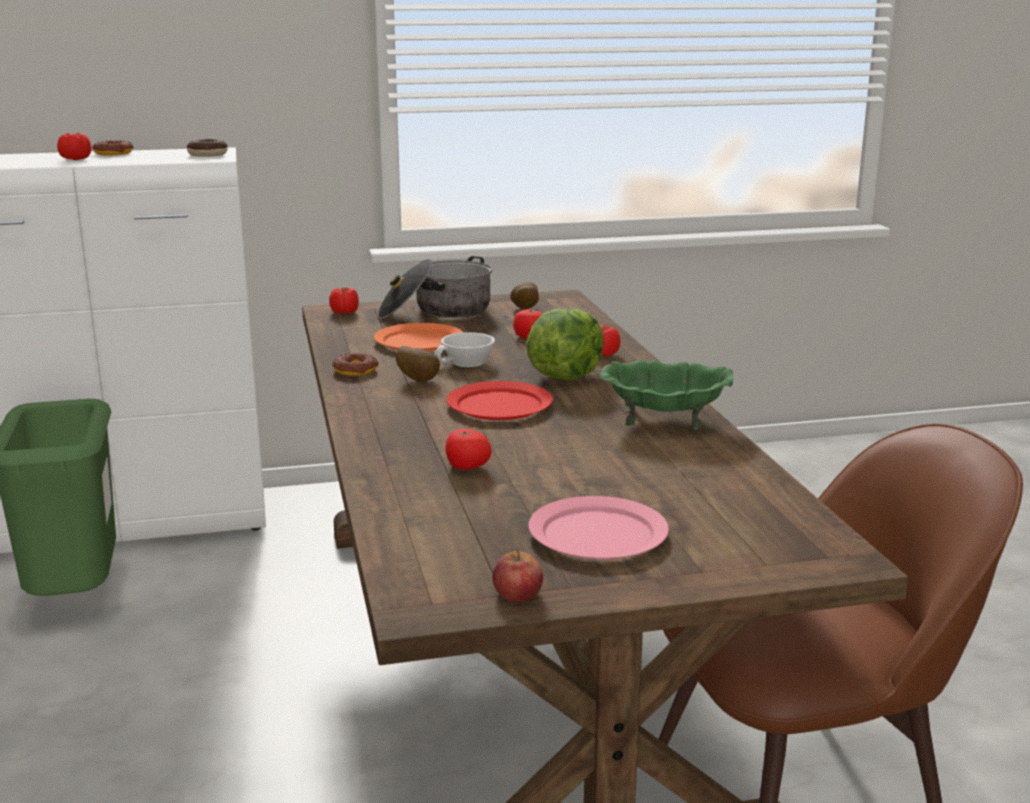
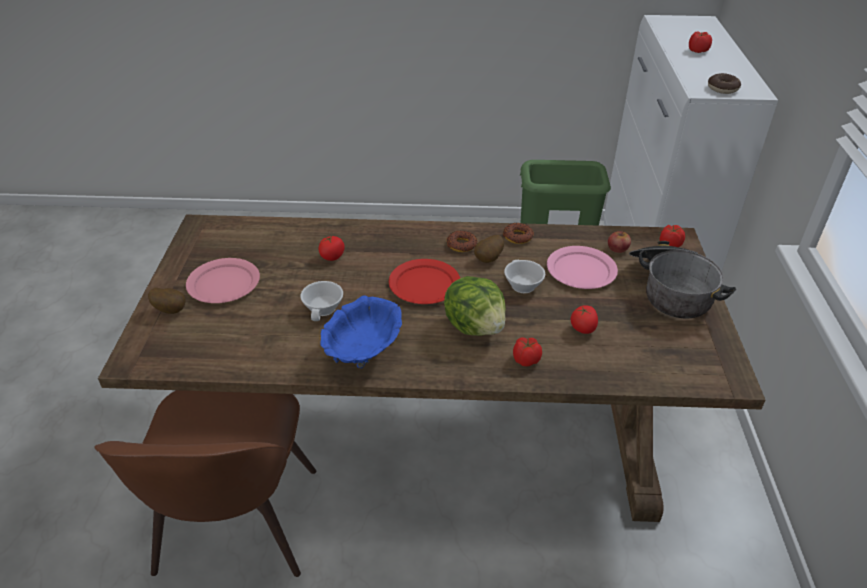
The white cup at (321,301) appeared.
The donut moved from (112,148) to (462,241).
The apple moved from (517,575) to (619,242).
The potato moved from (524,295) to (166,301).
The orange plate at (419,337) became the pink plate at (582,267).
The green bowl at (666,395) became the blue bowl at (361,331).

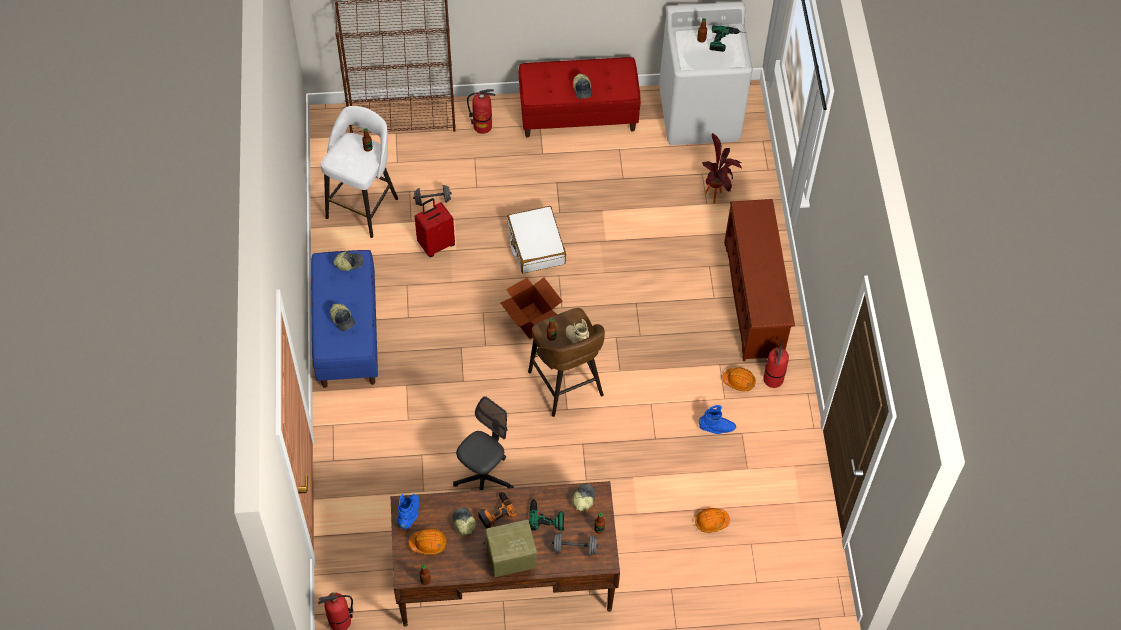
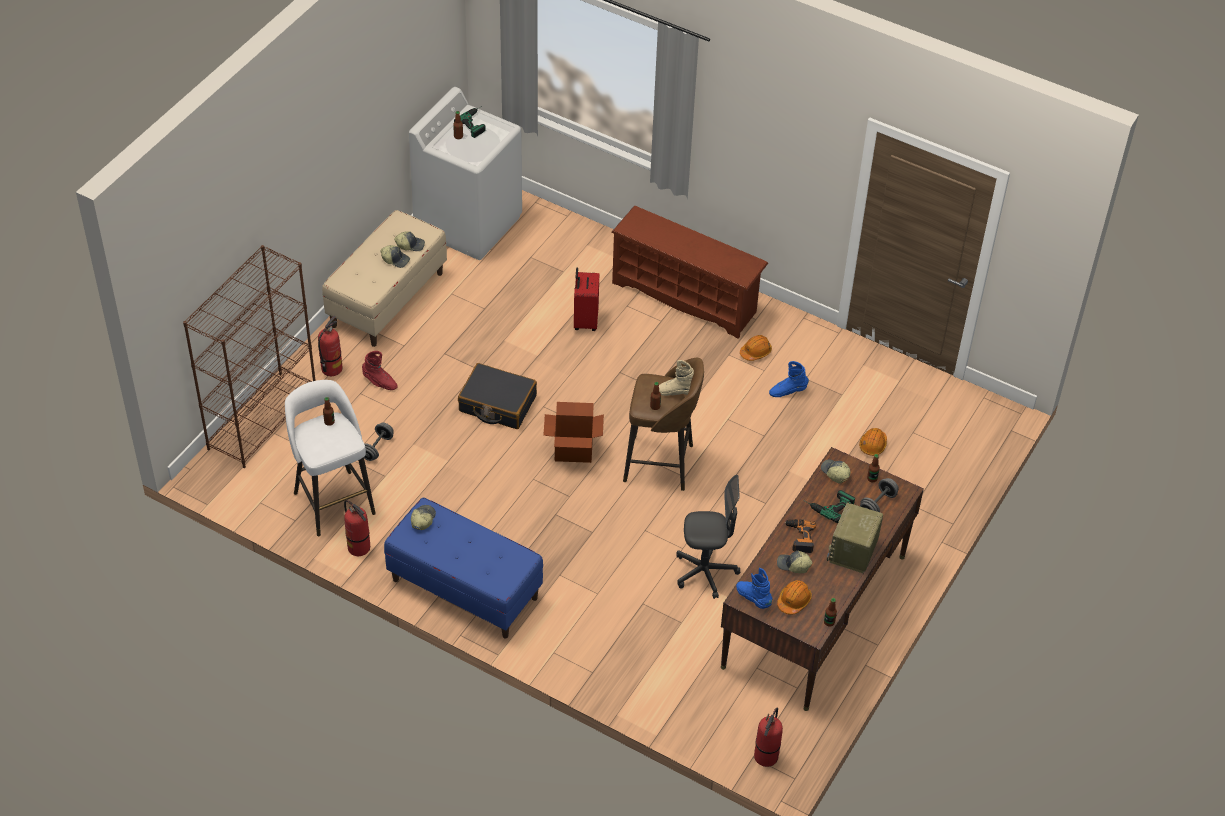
The potted plant at (721,168) disappeared.
The red boot at (380,370) appeared.
The cap moved from (342,317) to (409,241).
The red suitcase moved from (435,227) to (586,299).
The fire extinguisher moved from (776,364) to (357,528).
The white suitcase at (536,240) became the black suitcase at (497,396).
The red bench at (580,97) became the beige bench at (384,278).
The grey office chair at (483,443) turned 105 degrees clockwise.
The blue boot at (717,419) turned 135 degrees counterclockwise.

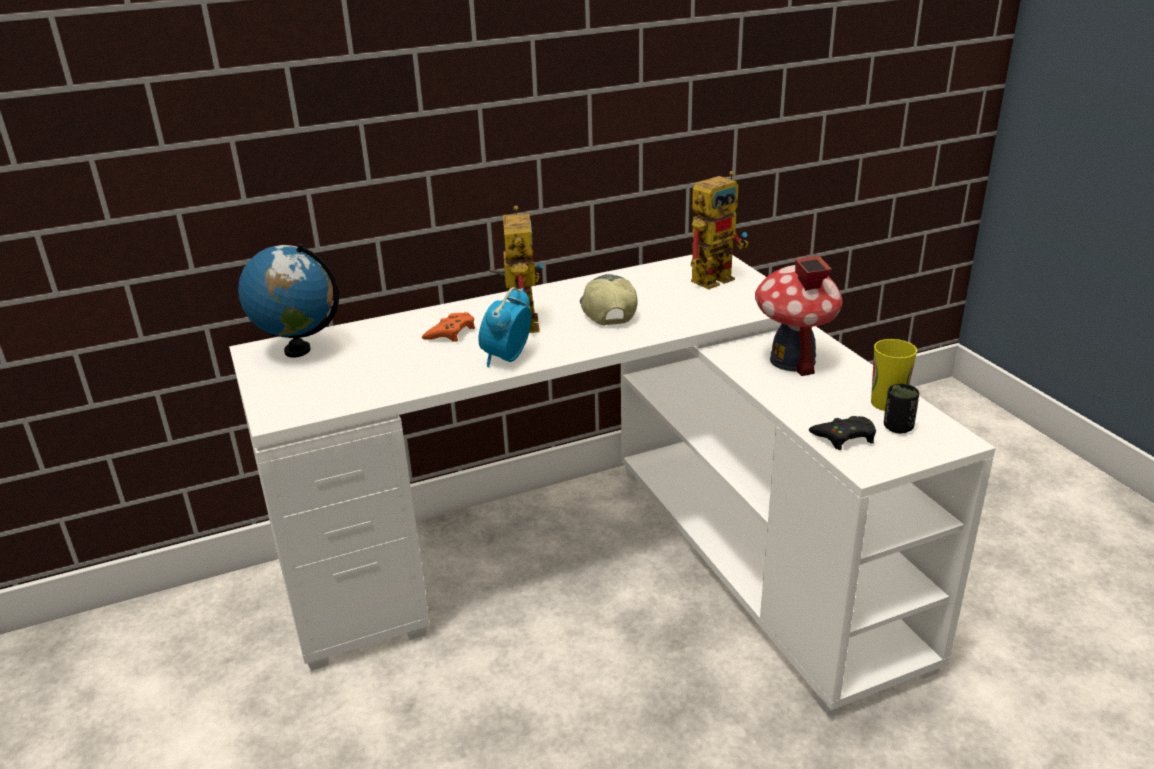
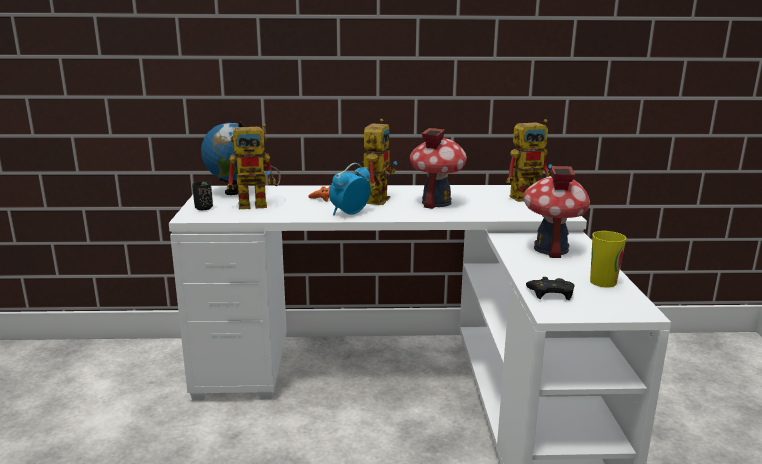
The toy robot at (254,166) appeared.
The black cup moved from (902,409) to (202,195).
The cap at (609,299) was replaced by the toy house at (438,168).

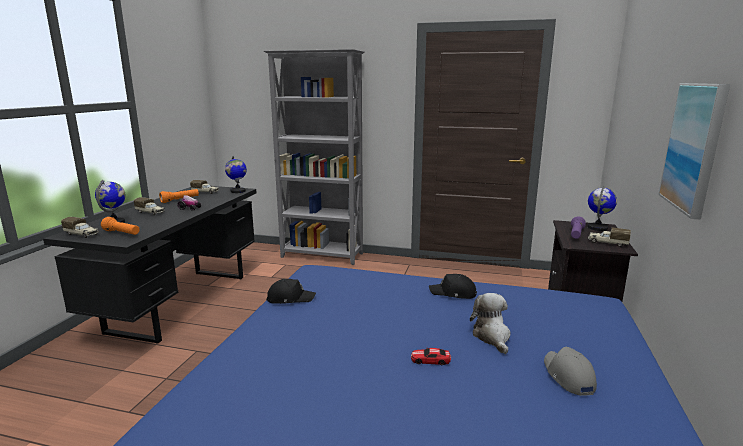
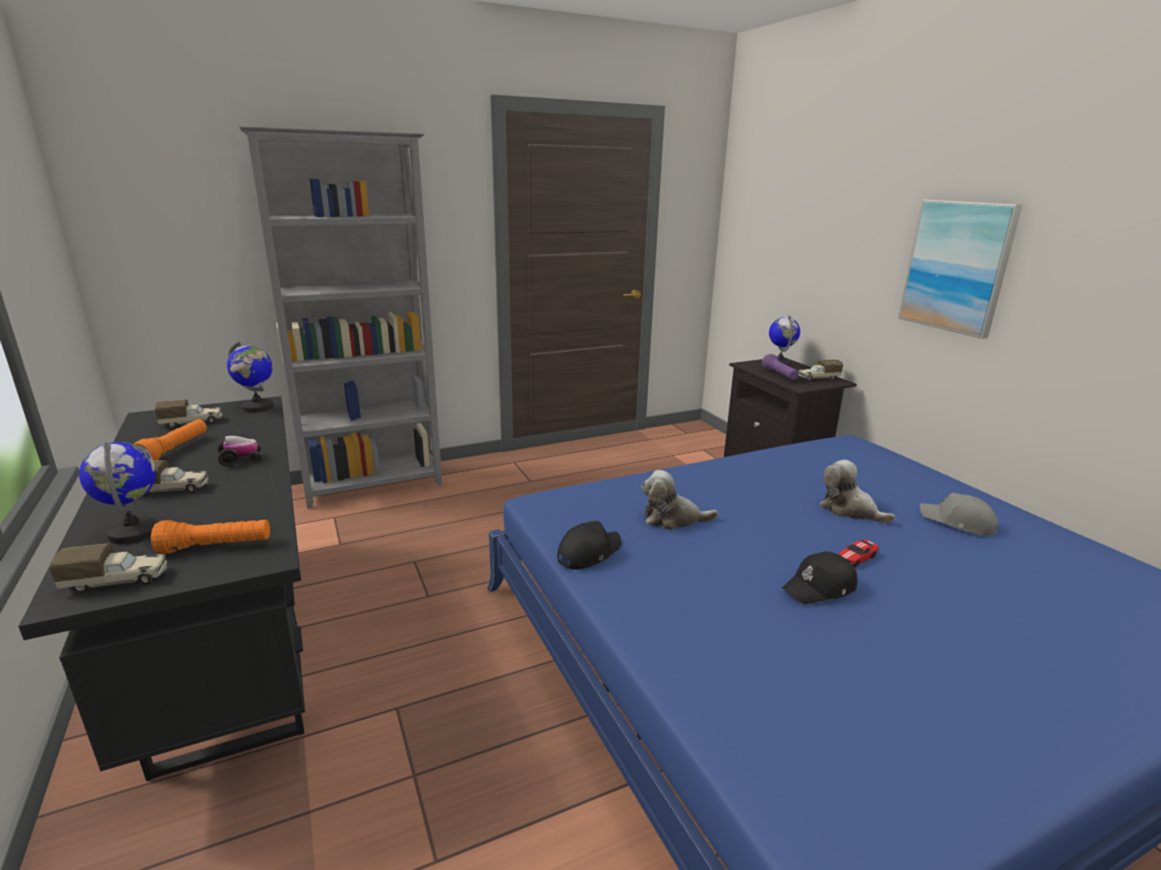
The plush toy at (679,500) appeared.
The black cap moved from (453,286) to (820,577).

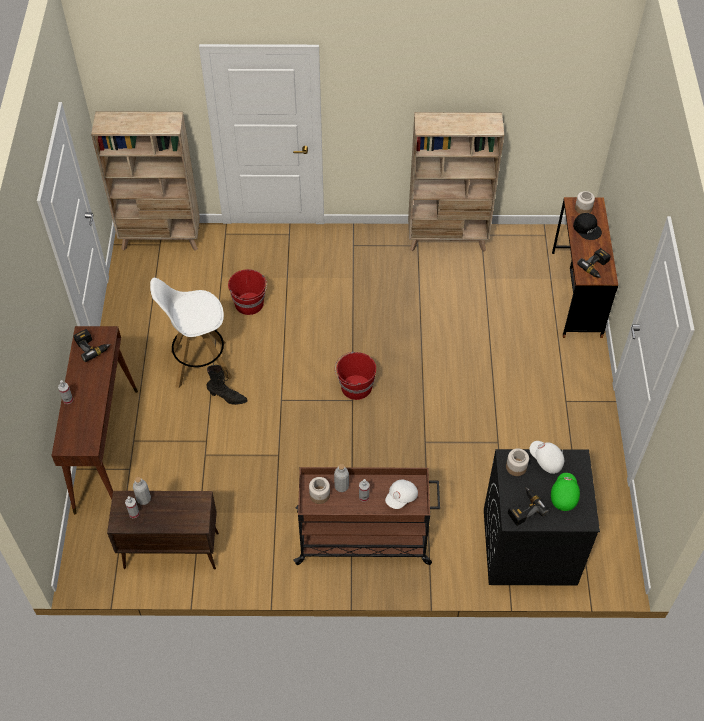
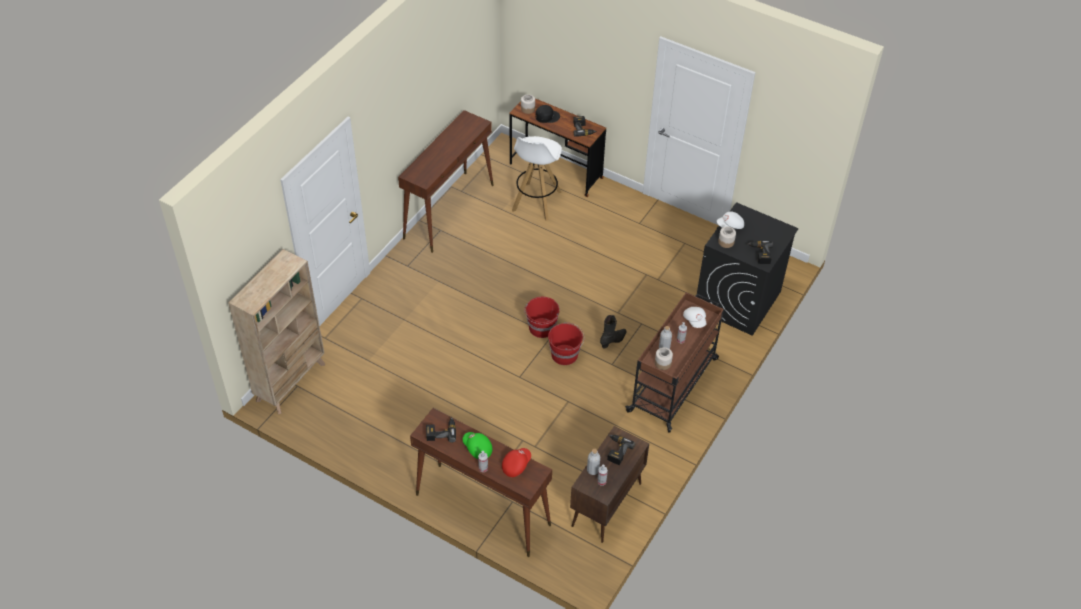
The red cap at (516,462) appeared.
The power drill at (621,450) appeared.
The white stool moved from (191,333) to (537,178).
The black boot moved from (227,385) to (613,332).
The red bucket moved from (247,292) to (566,343).
The green cap moved from (565,492) to (477,445).
The beige bookcase at (456,182) was replaced by the brown console table at (446,181).

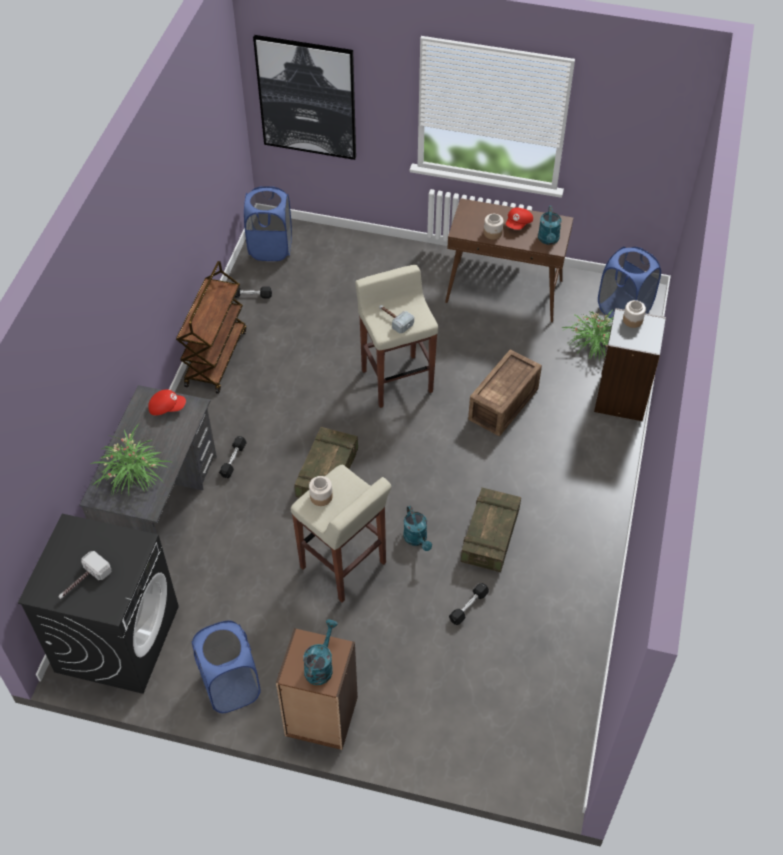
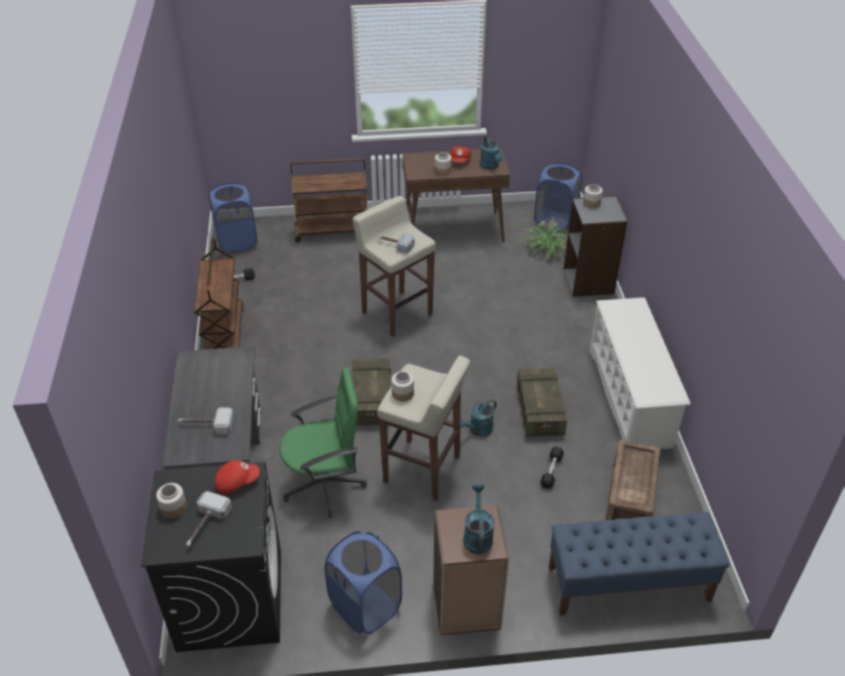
The black dumbbell at (233,457) disappeared.
The picture at (304,97) disappeared.
The jar at (171,500) appeared.
The green office chair at (323,442) appeared.
The brown cart at (329,200) appeared.
The blue bench at (639,564) appeared.
The white shoe rack at (639,373) appeared.
The red cap moved from (167,402) to (237,477).
The crate moved from (505,392) to (633,480).
The potted plant at (130,459) was replaced by the hammer at (206,420).
The turquoise watering can at (417,528) turned 90 degrees clockwise.

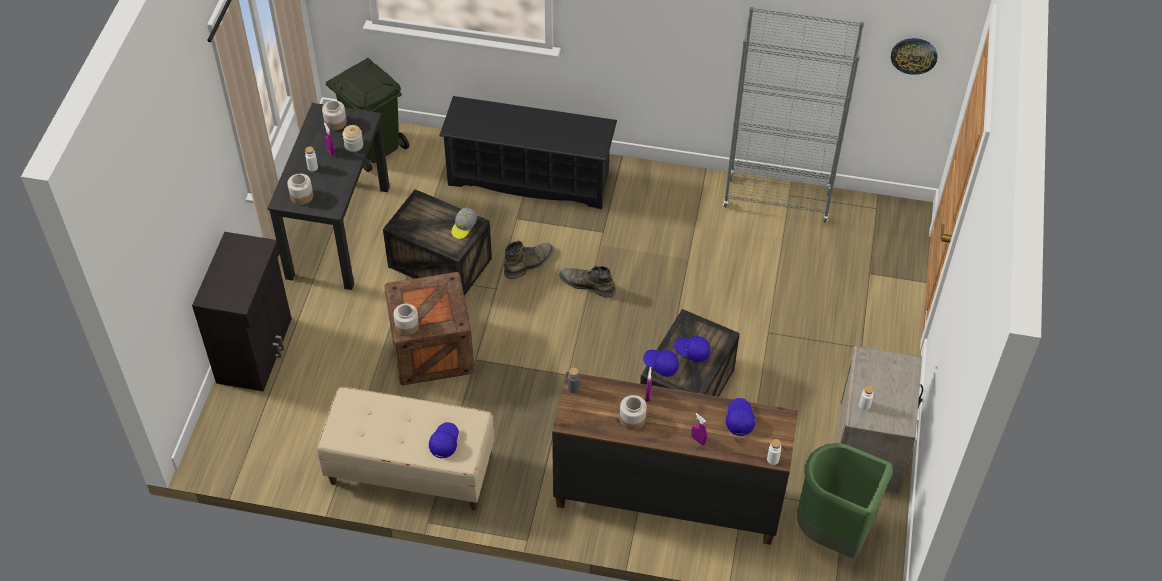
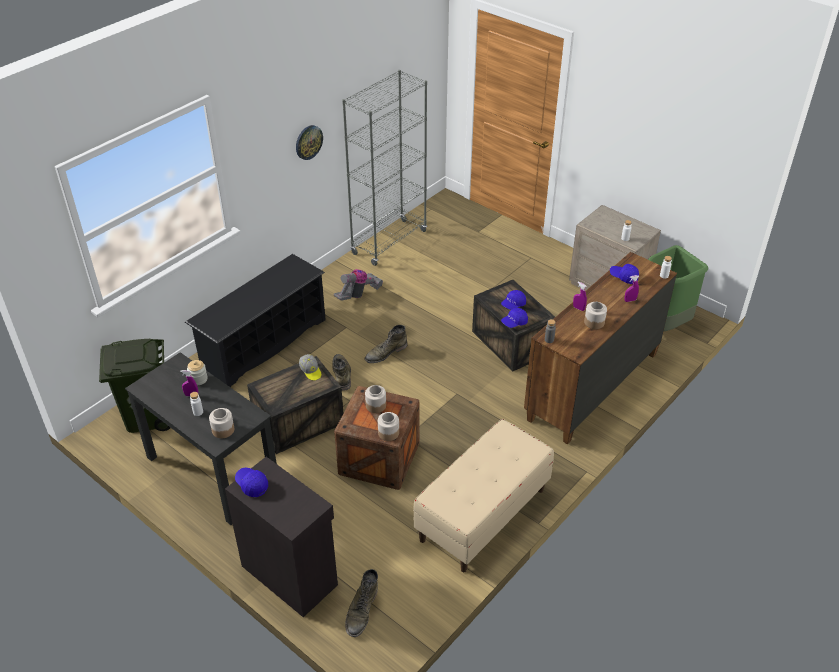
The vacuum cleaner at (358,285) appeared.
The green boot at (361,603) appeared.
The jar moved from (334,115) to (375,399).
The blue cap moved from (444,440) to (251,482).
The wall clock moved from (914,56) to (309,142).

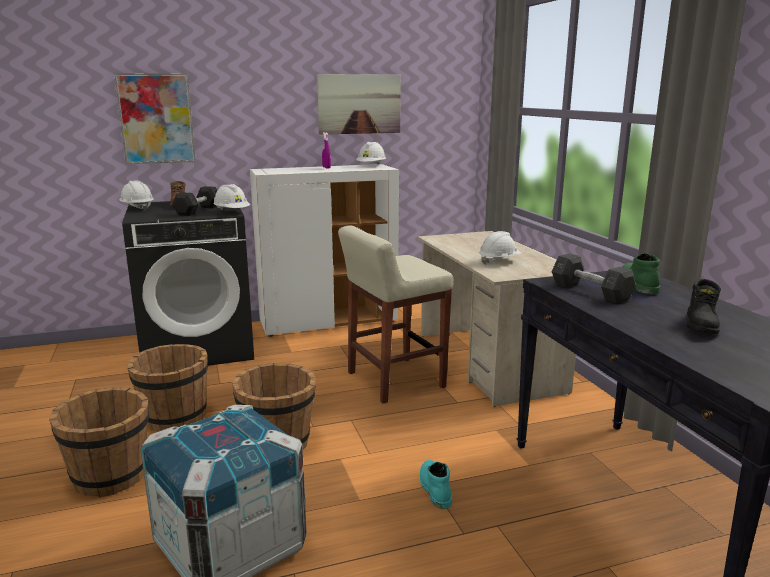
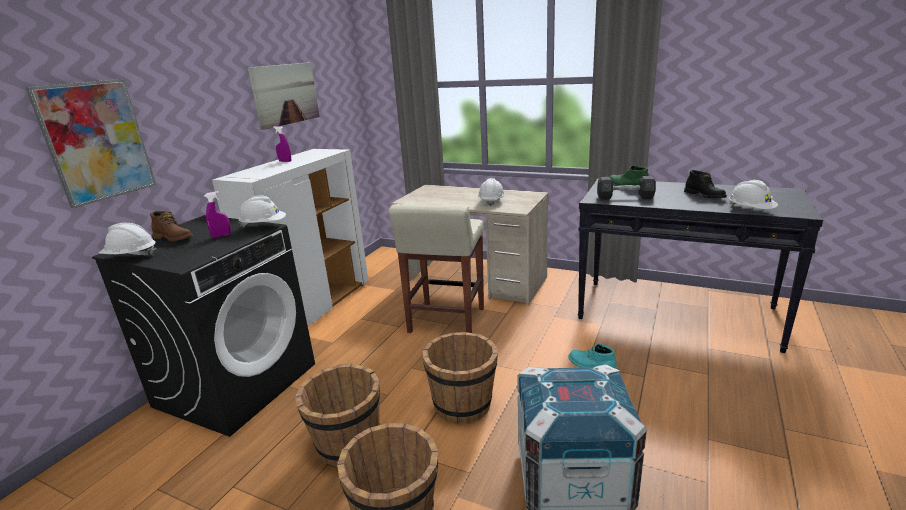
The white hard hat moved from (371,153) to (753,194).
The black dumbbell at (194,201) was replaced by the purple spray bottle at (217,214).

